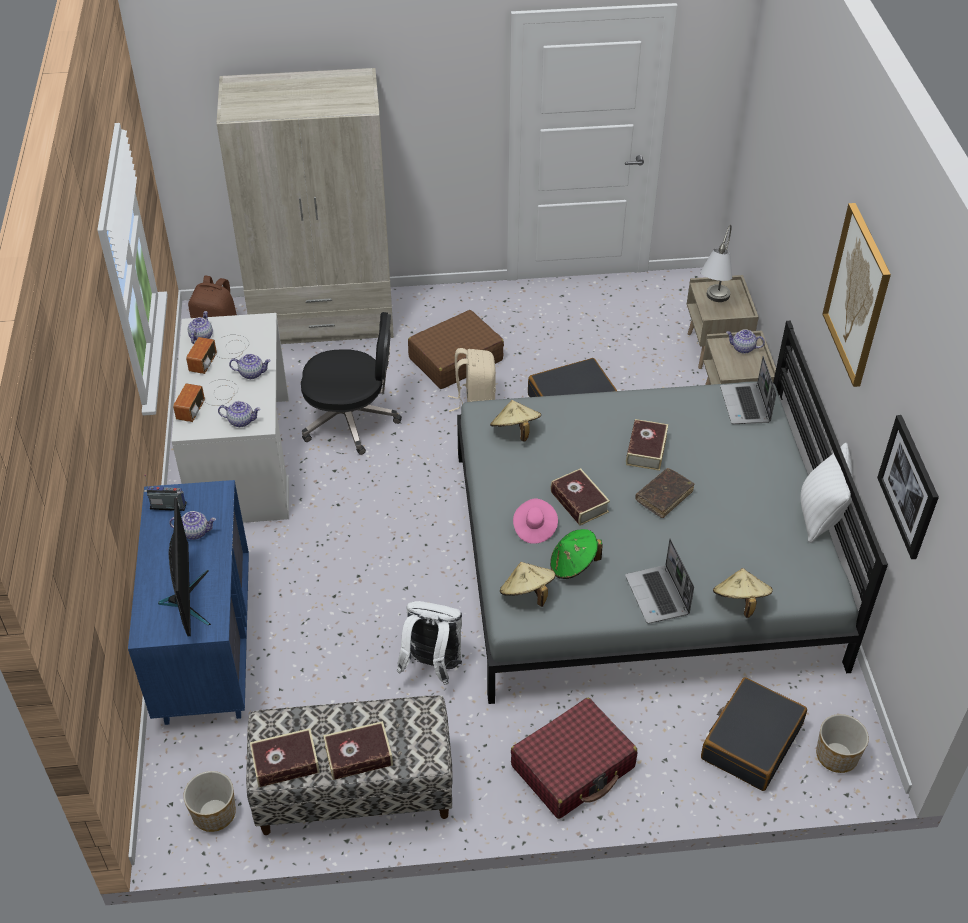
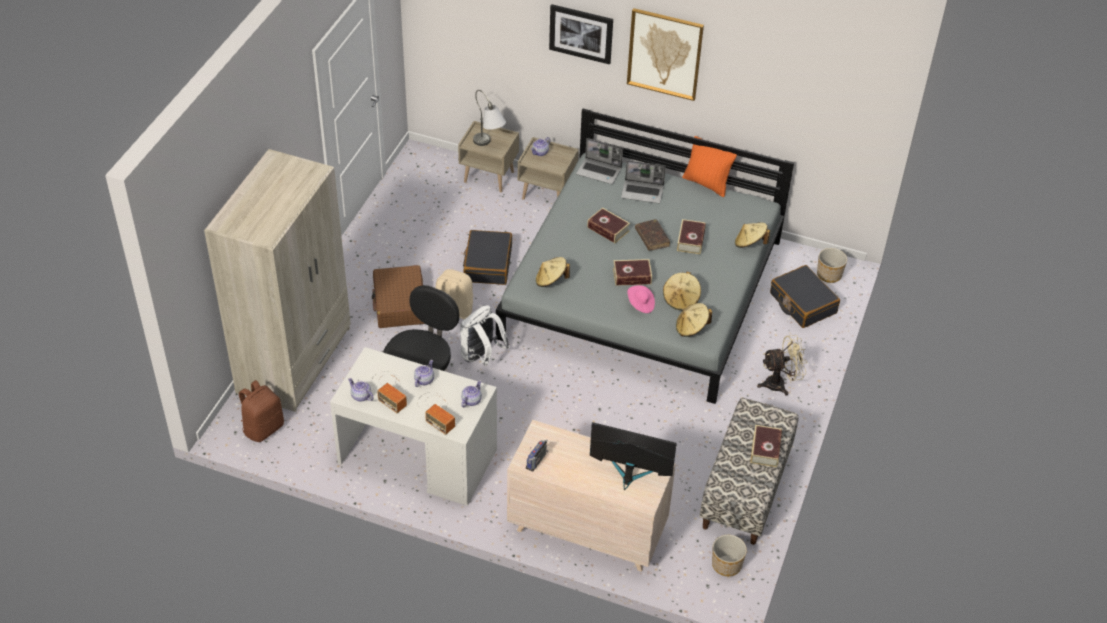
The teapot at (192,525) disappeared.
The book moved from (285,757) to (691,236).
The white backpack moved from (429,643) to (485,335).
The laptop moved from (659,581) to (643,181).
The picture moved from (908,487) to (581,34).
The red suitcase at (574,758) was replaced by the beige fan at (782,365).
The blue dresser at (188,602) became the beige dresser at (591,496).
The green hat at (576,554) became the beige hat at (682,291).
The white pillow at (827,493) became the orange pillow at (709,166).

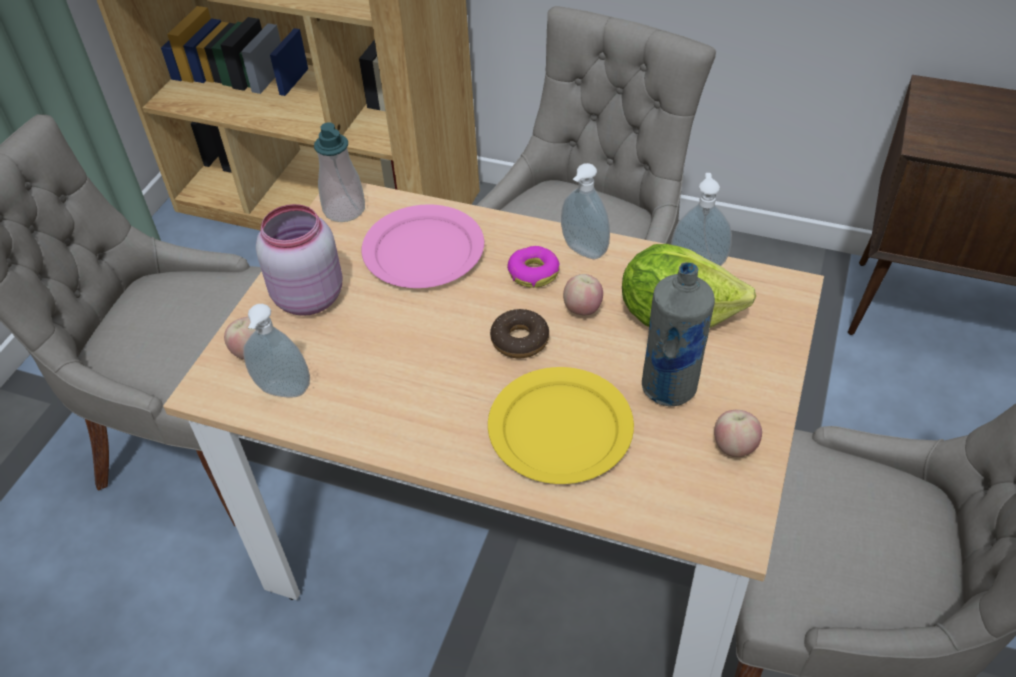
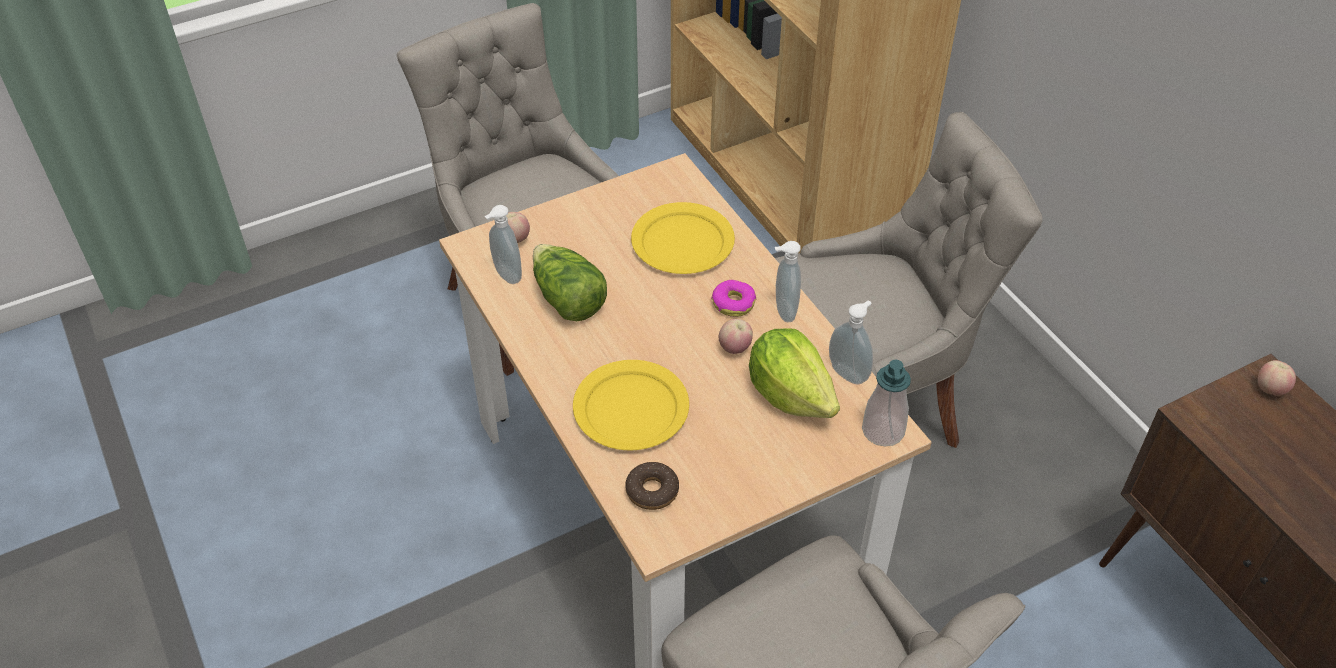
The pink jar at (299,260) disappeared.
The grey bottle at (678,334) disappeared.
The lettuce at (570,282) appeared.
The soap dispenser moved from (339,172) to (886,402).
The donut moved from (519,333) to (652,486).
The apple moved from (738,433) to (1277,377).
The pink plate at (423,246) became the yellow plate at (683,238).

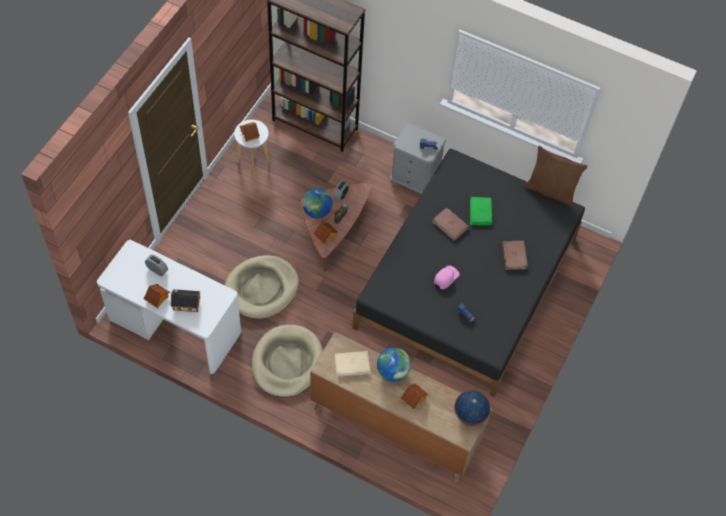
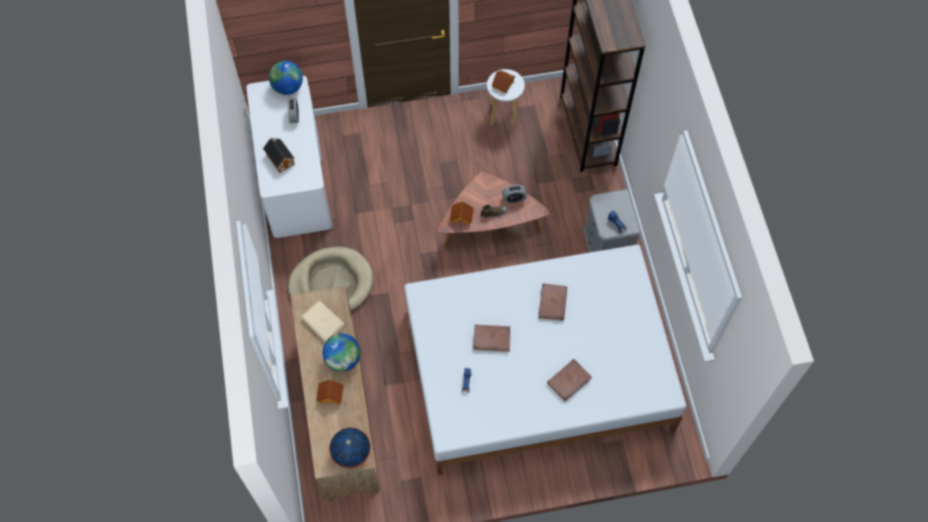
The toy house at (157,296) disappeared.
The beige dog bed at (261,287) disappeared.
The green book at (481,211) disappeared.
The brown pillow at (556,176) disappeared.
The globe moved from (317,203) to (286,78).
The pink cap at (447,277) was replaced by the brown book at (491,338).
The black bed at (468,273) became the white bed at (545,360).

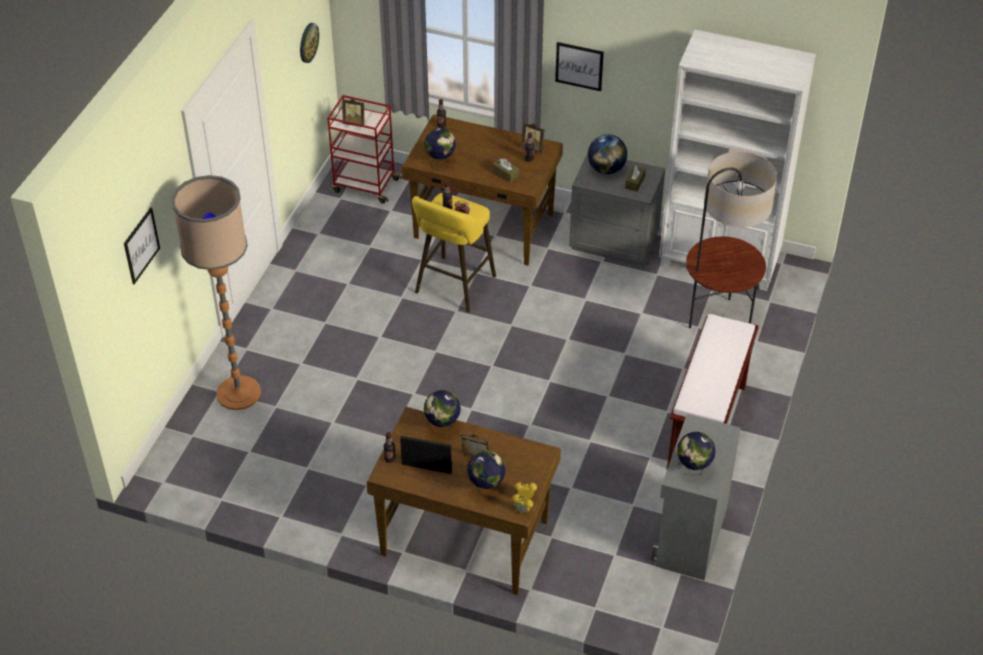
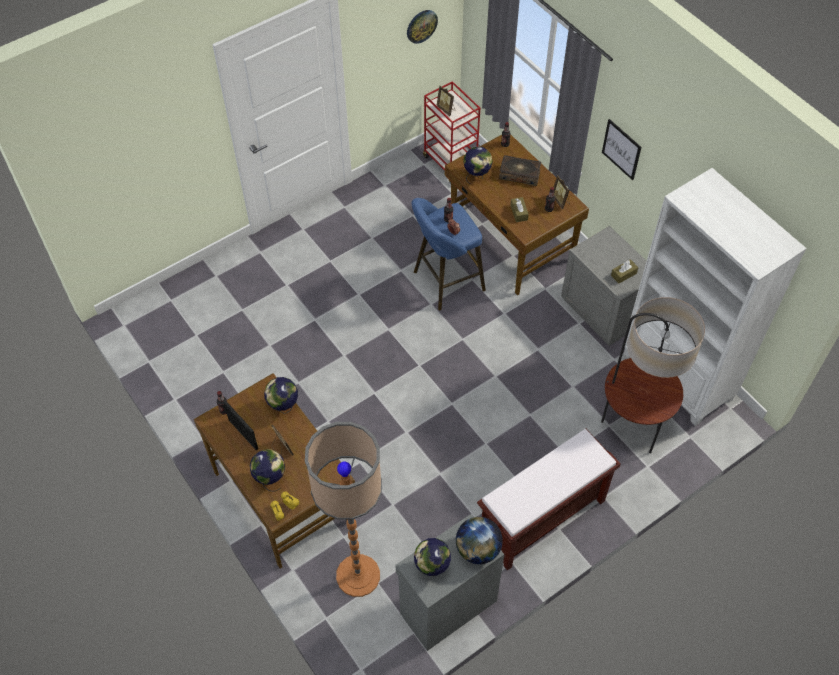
The picture at (142,245) disappeared.
The book at (520,170) appeared.
The floor lamp moved from (216,292) to (343,509).
The globe moved from (607,154) to (479,540).
The yellow stool at (454,252) became the blue stool at (449,254).

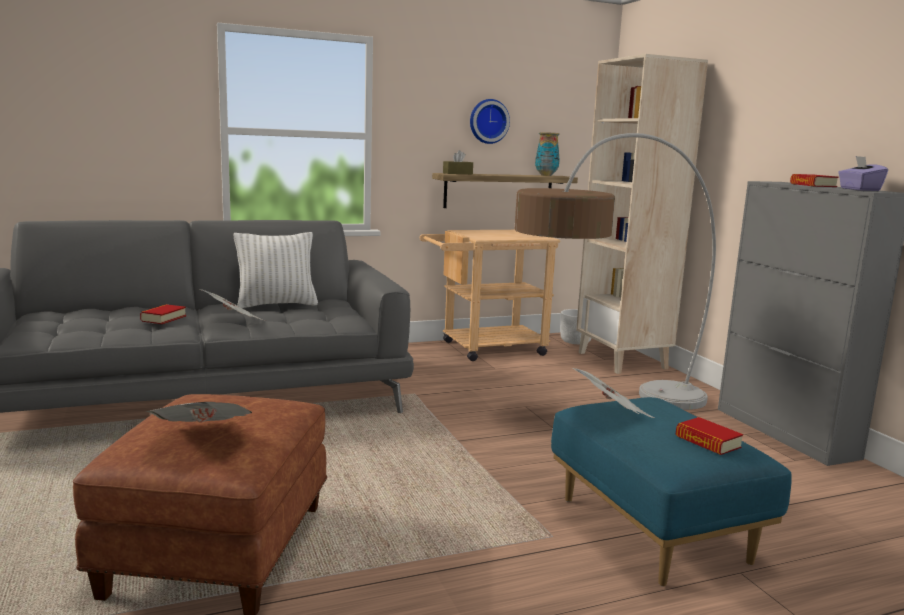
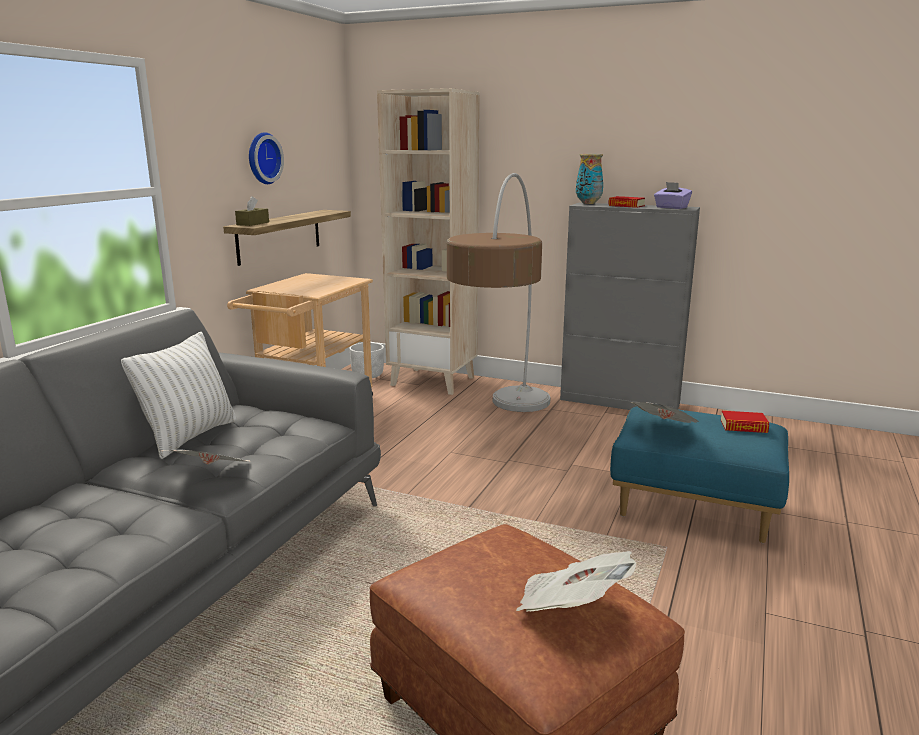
The book at (163,314) disappeared.
The vase moved from (547,154) to (589,179).

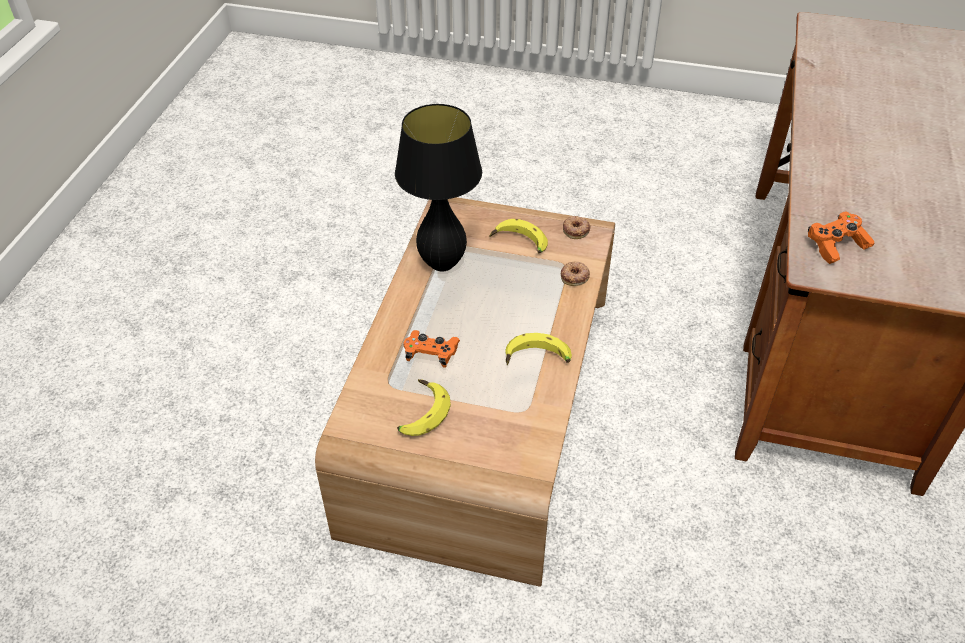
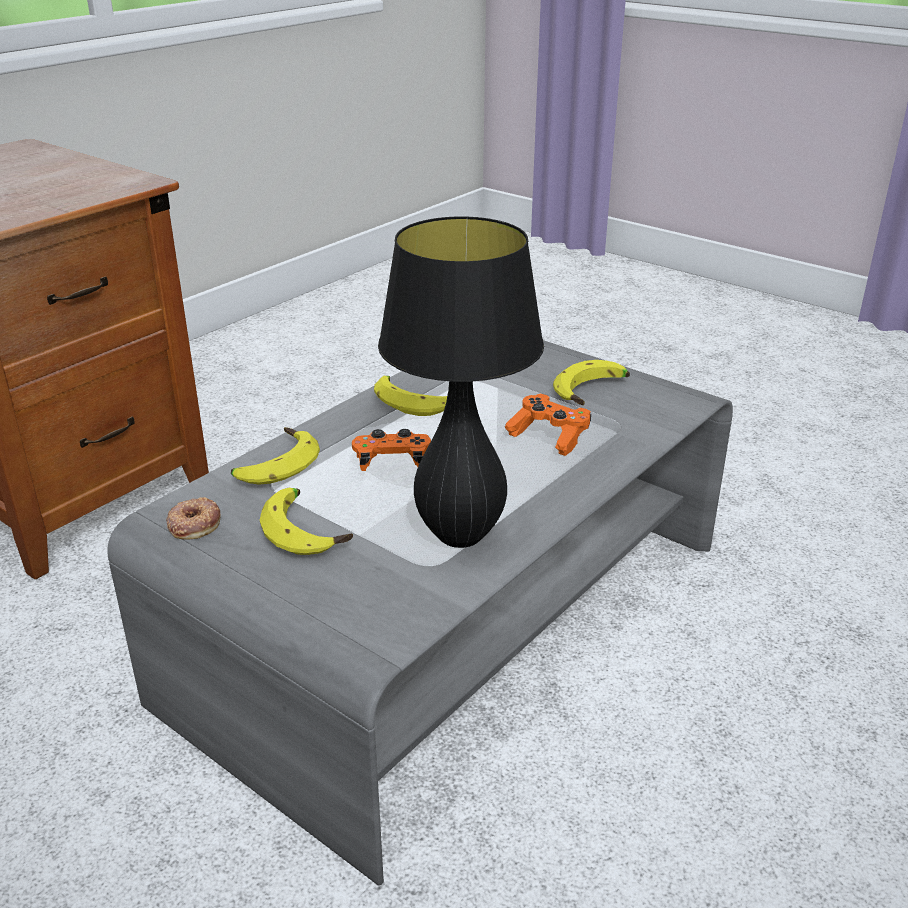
The orange game controller moved from (841,238) to (391,450).
The donut at (575,274) was replaced by the banana at (275,456).
The brown coffee table at (465,392) became the grey coffee table at (420,613).

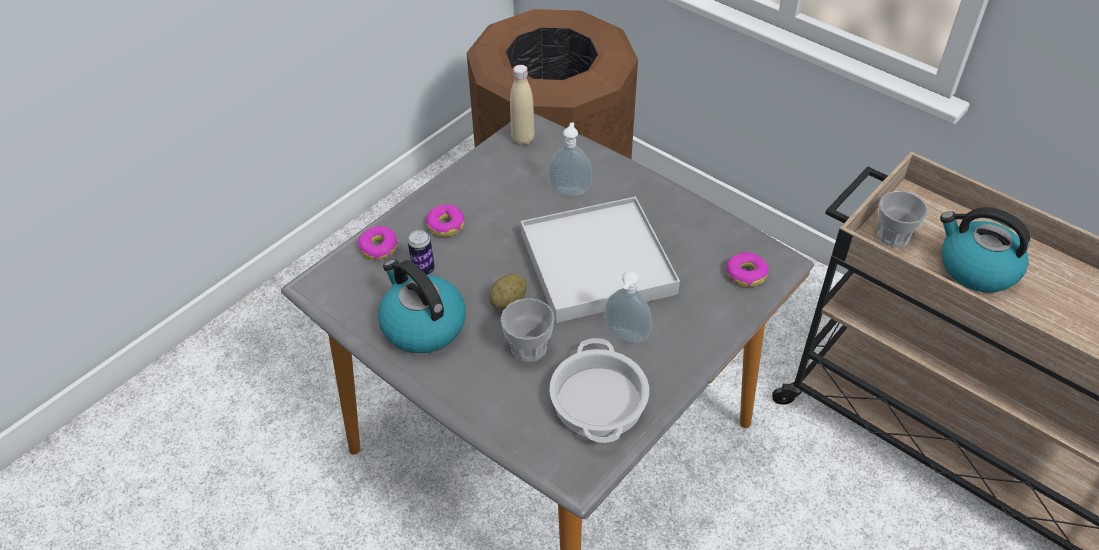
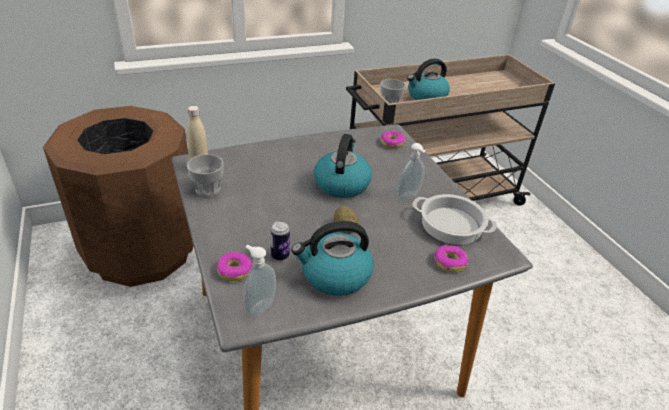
The donut moved from (445,220) to (451,258).
The cup moved from (528,330) to (205,175).
The soap dispenser moved from (570,159) to (259,281).
The white tray at (600,260) was replaced by the kettle at (343,166).

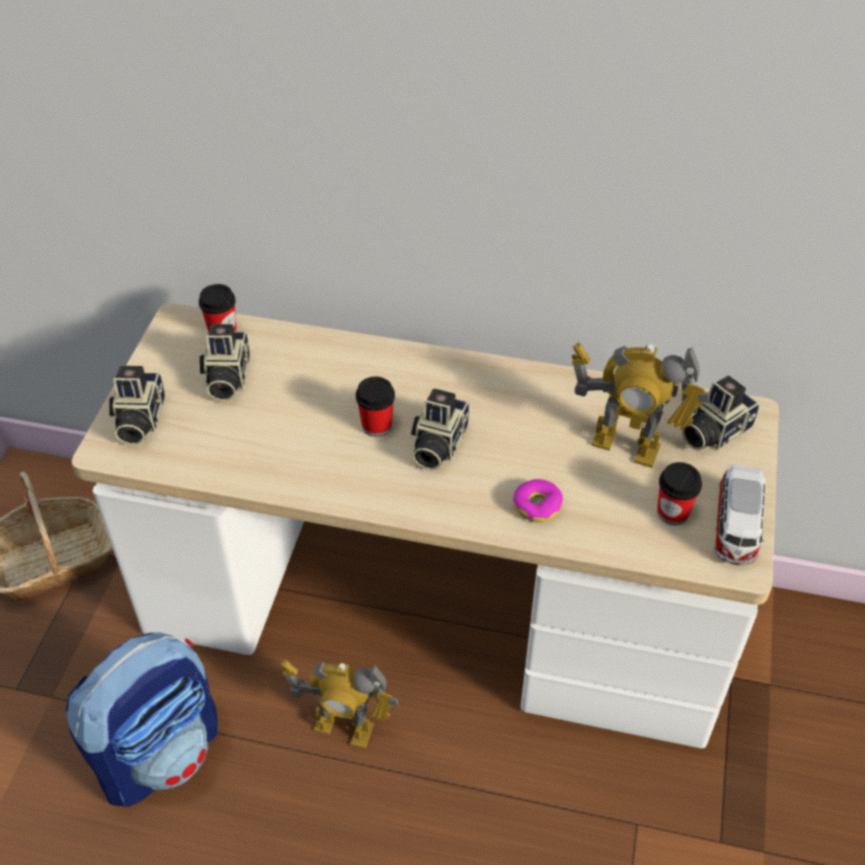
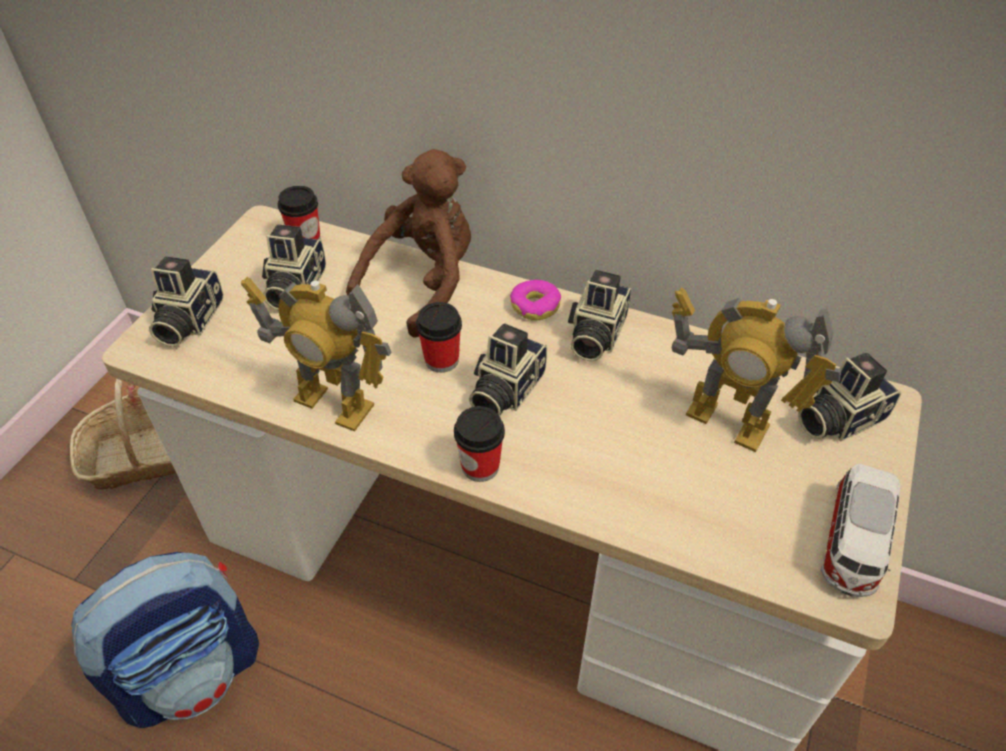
The brown plush toy at (408,243) appeared.
The photo camera at (599,315) appeared.
The toy robot moved from (339,704) to (316,354).
The donut moved from (538,501) to (535,300).
The cup moved from (679,494) to (479,444).

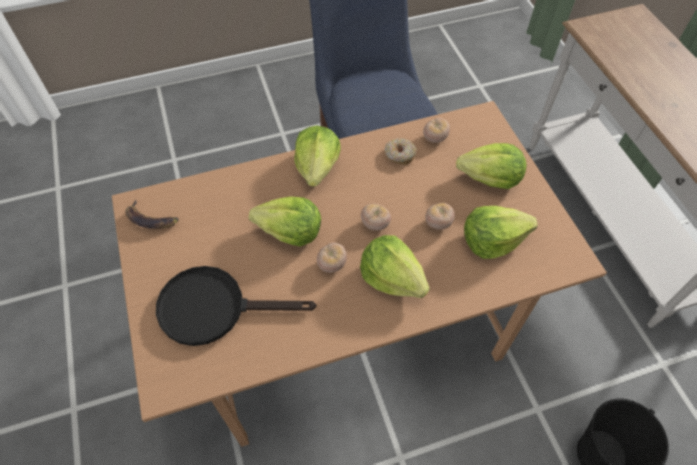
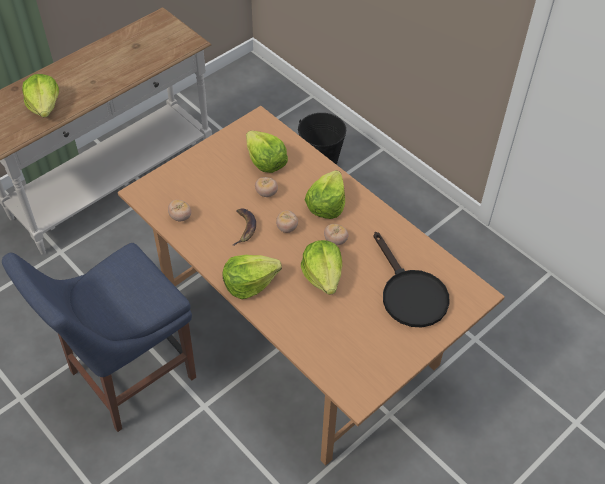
The donut at (401,151) disappeared.
The banana moved from (151,214) to (244,227).
The lettuce moved from (491,166) to (40,95).

